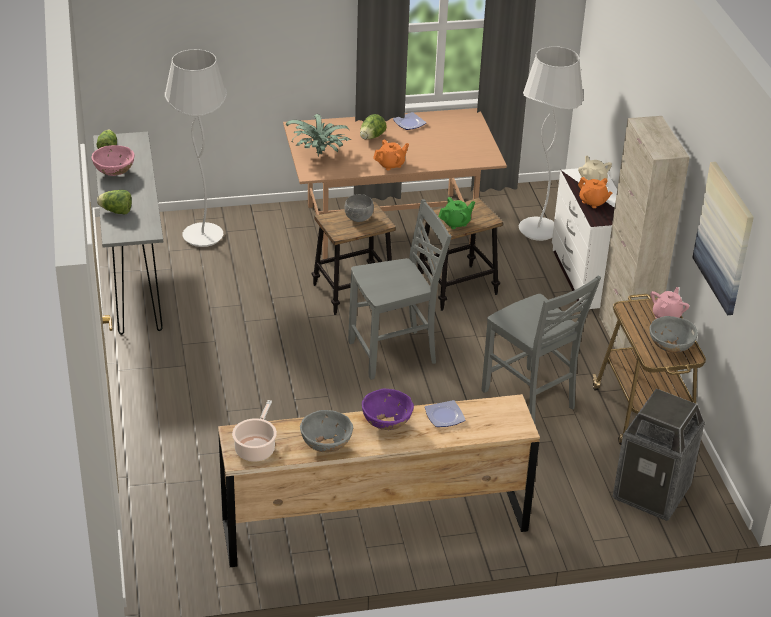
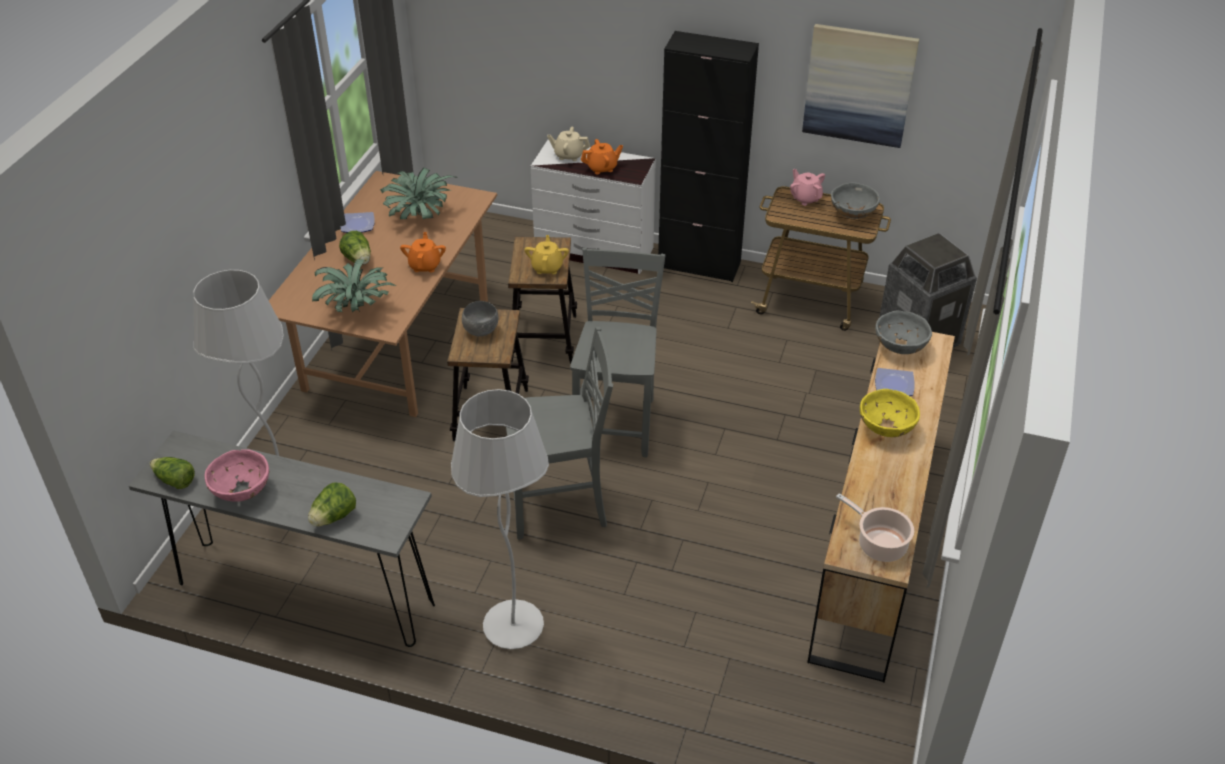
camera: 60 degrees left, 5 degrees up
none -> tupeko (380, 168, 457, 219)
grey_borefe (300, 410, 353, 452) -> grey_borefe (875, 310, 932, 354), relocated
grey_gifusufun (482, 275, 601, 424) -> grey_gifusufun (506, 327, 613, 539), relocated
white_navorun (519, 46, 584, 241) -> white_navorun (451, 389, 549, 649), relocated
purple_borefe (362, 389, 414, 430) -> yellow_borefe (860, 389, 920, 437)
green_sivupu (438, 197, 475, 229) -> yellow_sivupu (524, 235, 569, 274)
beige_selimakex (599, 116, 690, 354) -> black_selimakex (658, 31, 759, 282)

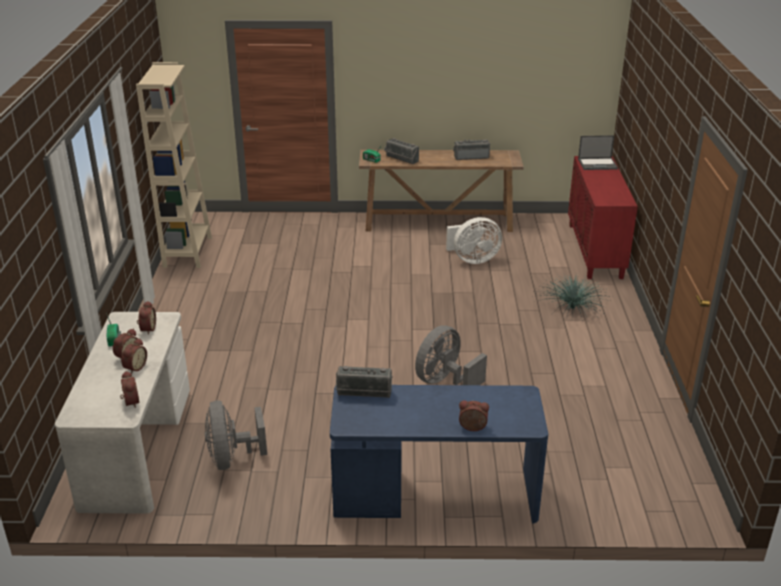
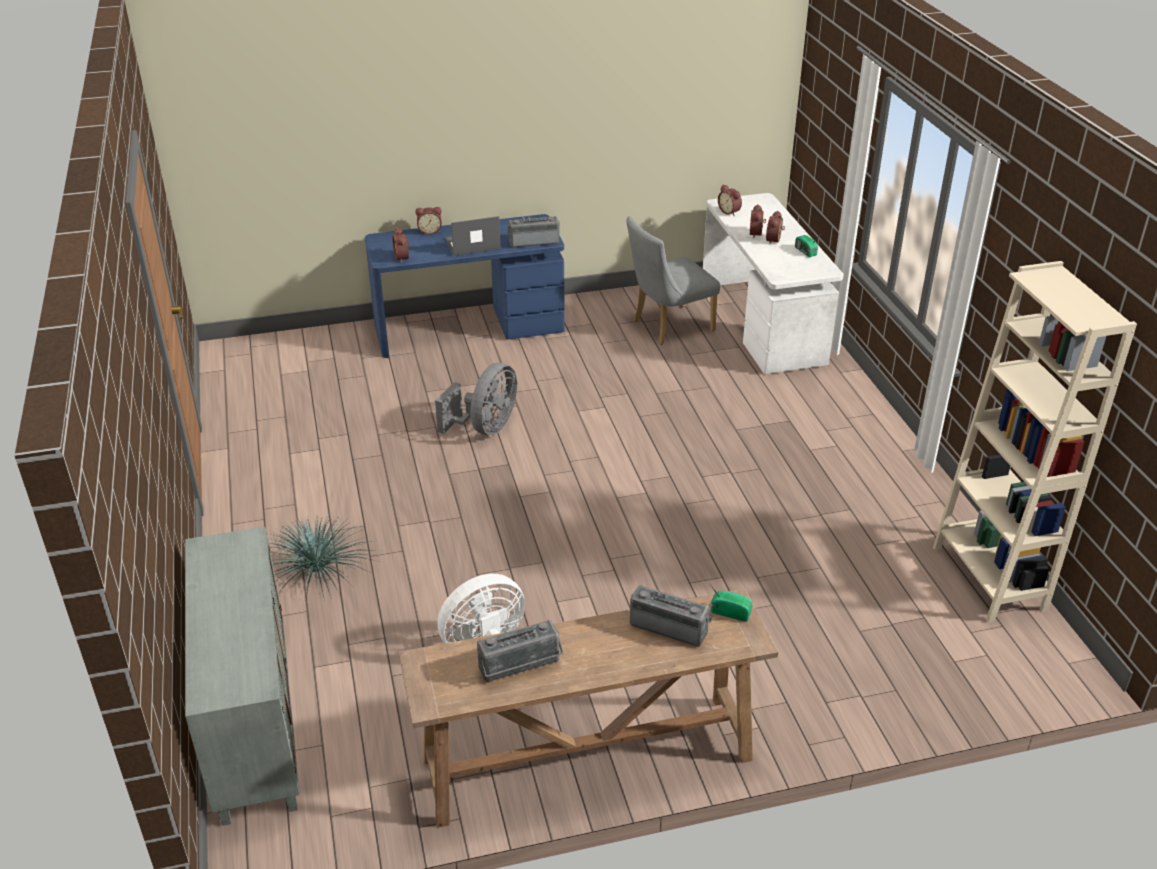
camera: 165 degrees right, 5 degrees up
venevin (137, 301, 156, 335) -> venevin (392, 228, 409, 263), relocated
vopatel (578, 135, 618, 170) -> vopatel (445, 216, 501, 256), relocated
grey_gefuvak (205, 401, 267, 470) -> grey_gifusufun (626, 216, 720, 345)
red_selimakex (568, 156, 638, 279) -> grey_selimakex (185, 527, 299, 826)

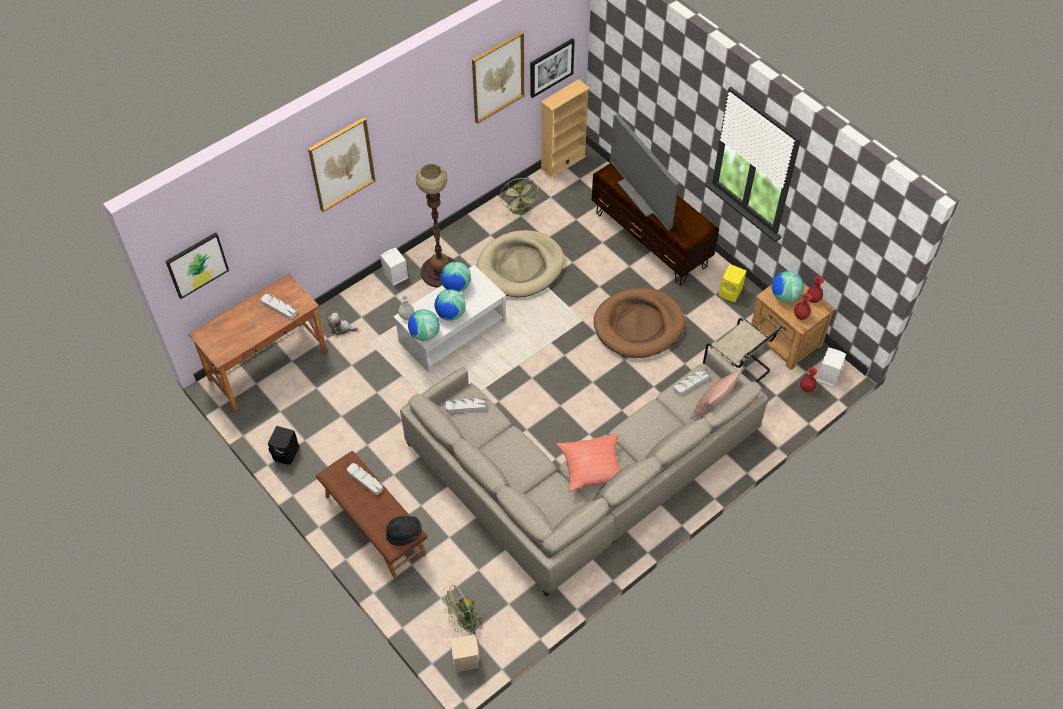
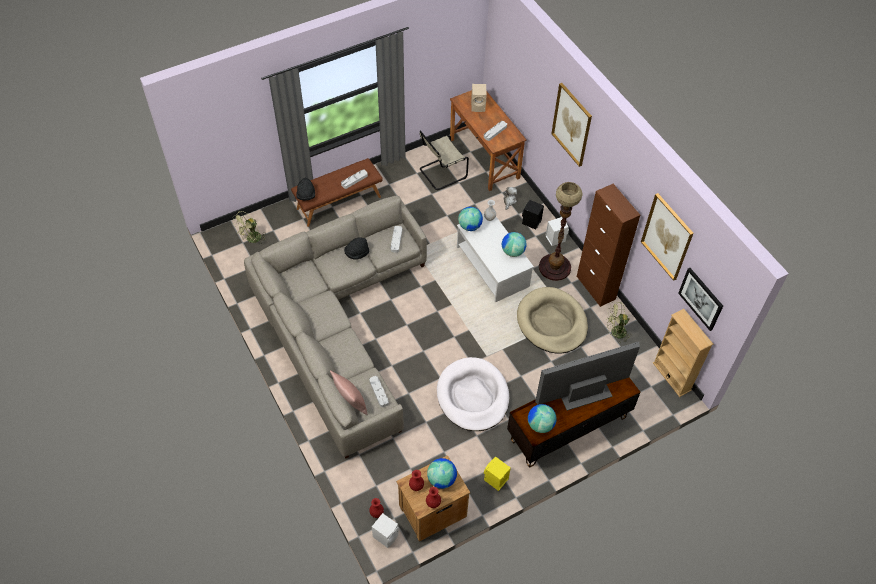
camera: 100 degrees right, 0 degrees up
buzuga (166, 232, 229, 299) -> none
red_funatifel (557, 434, 621, 492) -> none
none -> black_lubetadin (344, 237, 369, 260)
none -> brown_selimakex (577, 184, 640, 307)
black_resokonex (268, 426, 299, 465) -> black_resokonex (522, 200, 544, 230), relocated
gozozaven (435, 289, 466, 321) -> gozozaven (528, 404, 557, 433), relocated
beige_resokonex (450, 634, 480, 672) -> beige_resokonex (471, 84, 487, 112), relocated
beige_gifusufun (703, 318, 782, 382) -> beige_gifusufun (419, 130, 469, 190), relocated
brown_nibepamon (594, 288, 685, 358) -> white_nibepamon (437, 357, 509, 431)
green_gefuvak (441, 585, 486, 635) -> green_gefuvak (233, 211, 266, 244), 120 degrees counterclockwise

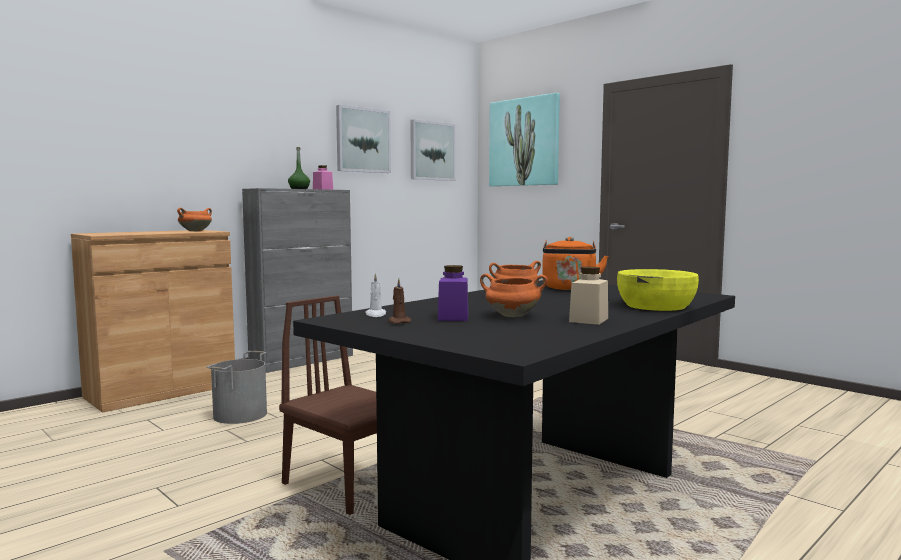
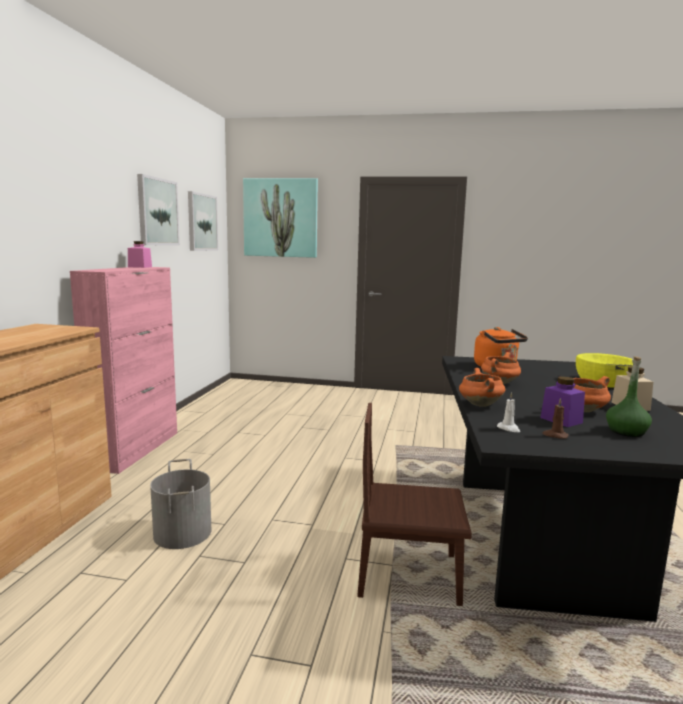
camera: 35 degrees left, 5 degrees up
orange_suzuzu (177, 208, 212, 231) -> orange_suzuzu (459, 368, 505, 407), relocated
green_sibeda (288, 147, 310, 189) -> green_sibeda (606, 356, 652, 437), relocated
grey_selimakex (242, 188, 353, 373) -> pink_selimakex (70, 267, 177, 474)

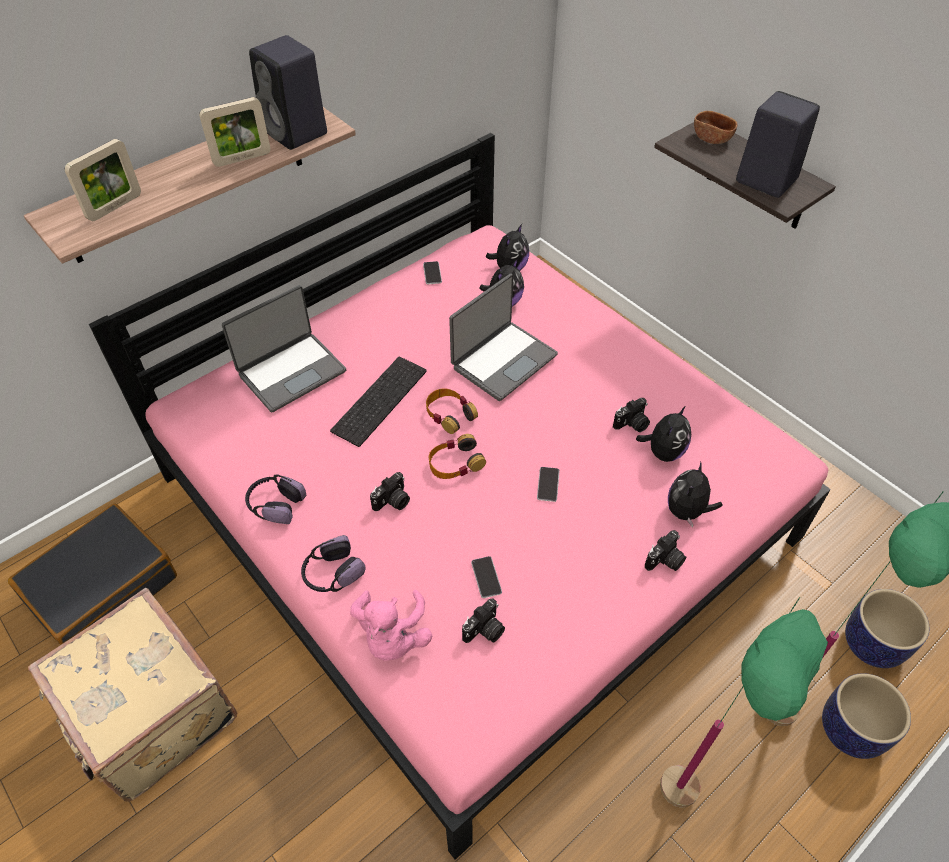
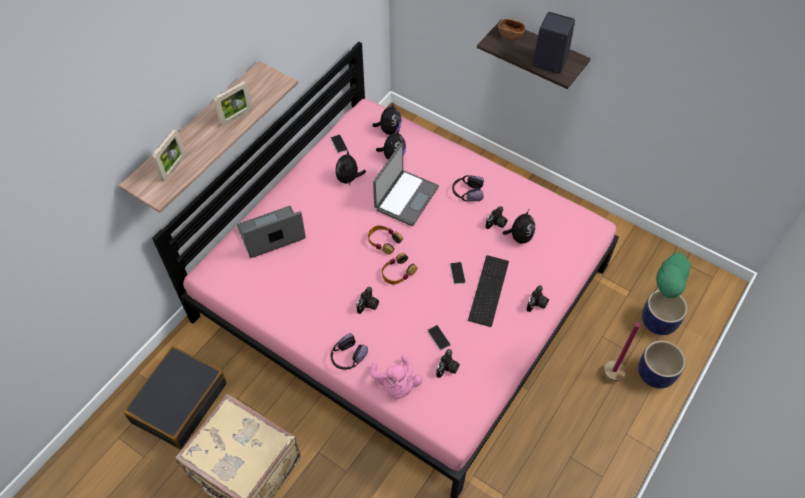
camera: 15 degrees left, 5 degrees up
black_resokonex (249, 35, 327, 150) -> none
green_navorun (660, 597, 828, 808) -> none
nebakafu (245, 474, 306, 524) -> nebakafu (452, 175, 484, 201), relocated
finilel (330, 357, 427, 447) -> finilel (468, 255, 509, 327), relocated
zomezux (668, 462, 723, 528) -> zomezux (335, 150, 366, 186), relocated
vopatel (222, 285, 346, 412) -> vopatel (237, 206, 306, 258), 150 degrees counterclockwise

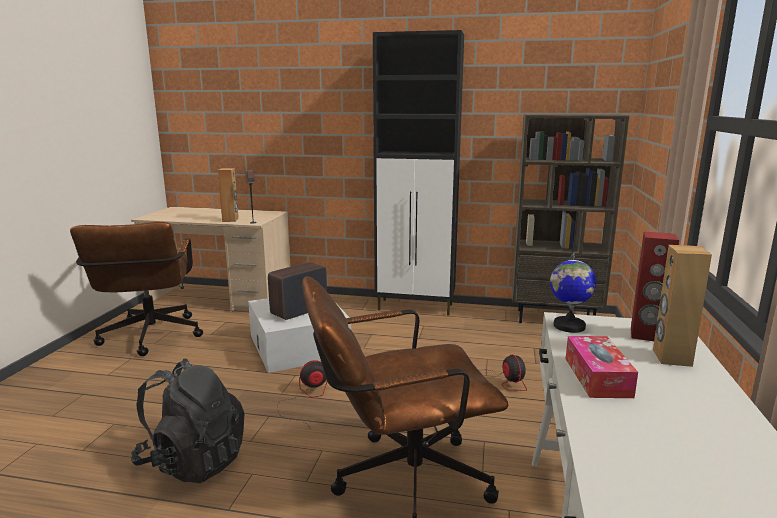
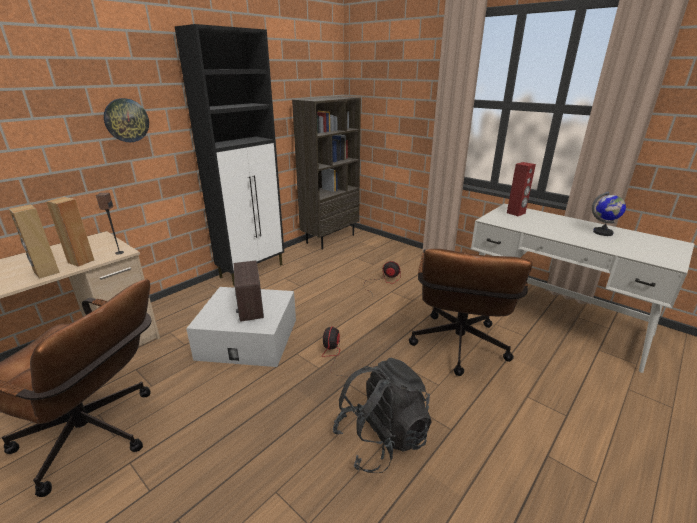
camera: 60 degrees left, 10 degrees up
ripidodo (566, 336, 638, 398) -> none
none -> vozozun (104, 98, 149, 142)
gozozaven (550, 252, 597, 333) -> gozozaven (592, 191, 626, 236), relocated
brown_resokonex (653, 245, 712, 367) -> brown_resokonex (9, 204, 60, 279), relocated

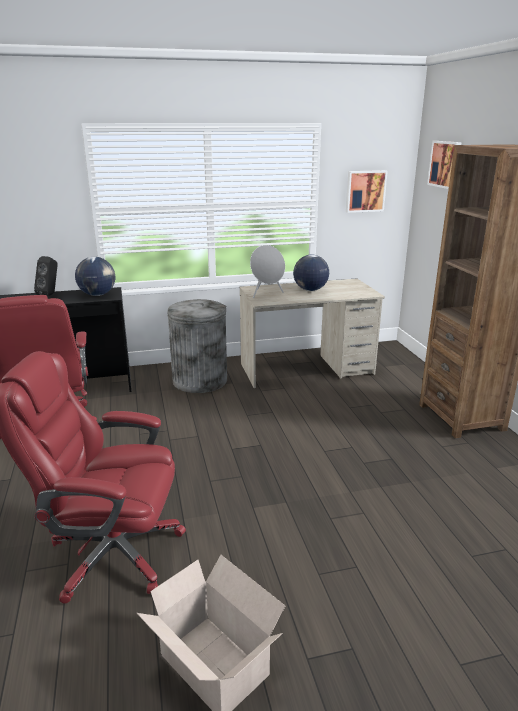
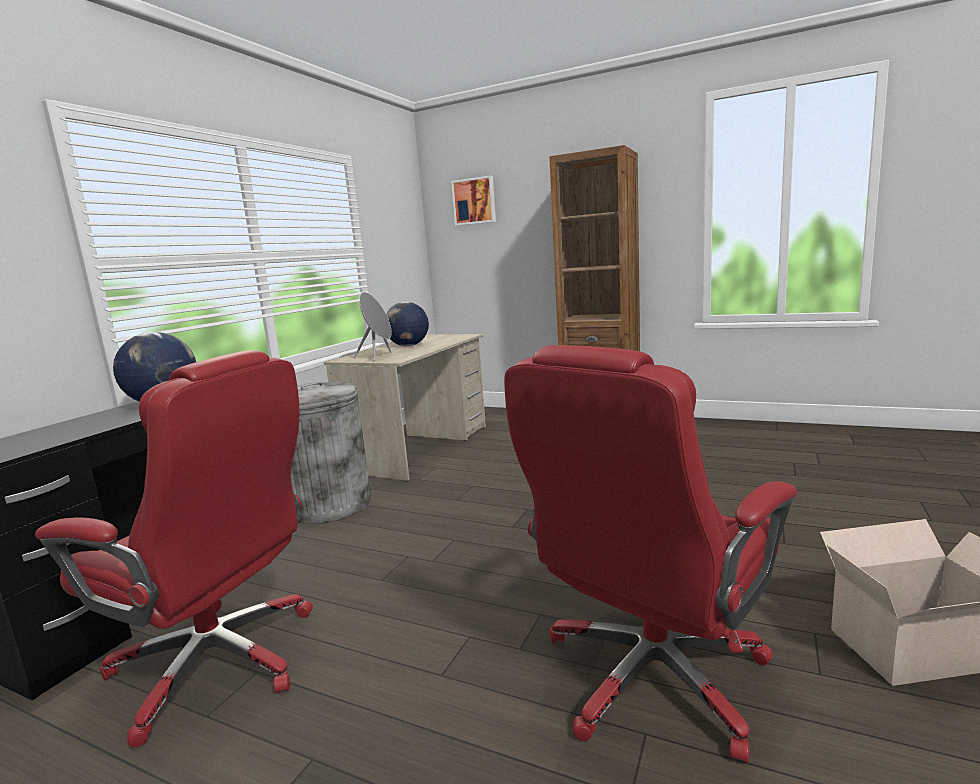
camera: 50 degrees left, 10 degrees down
black_resokonex (34, 256, 58, 296) -> none
buzuga (346, 170, 388, 213) -> none

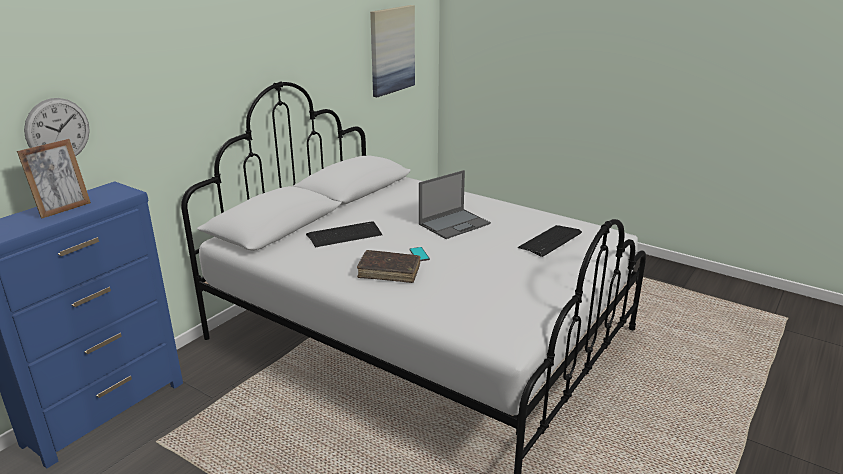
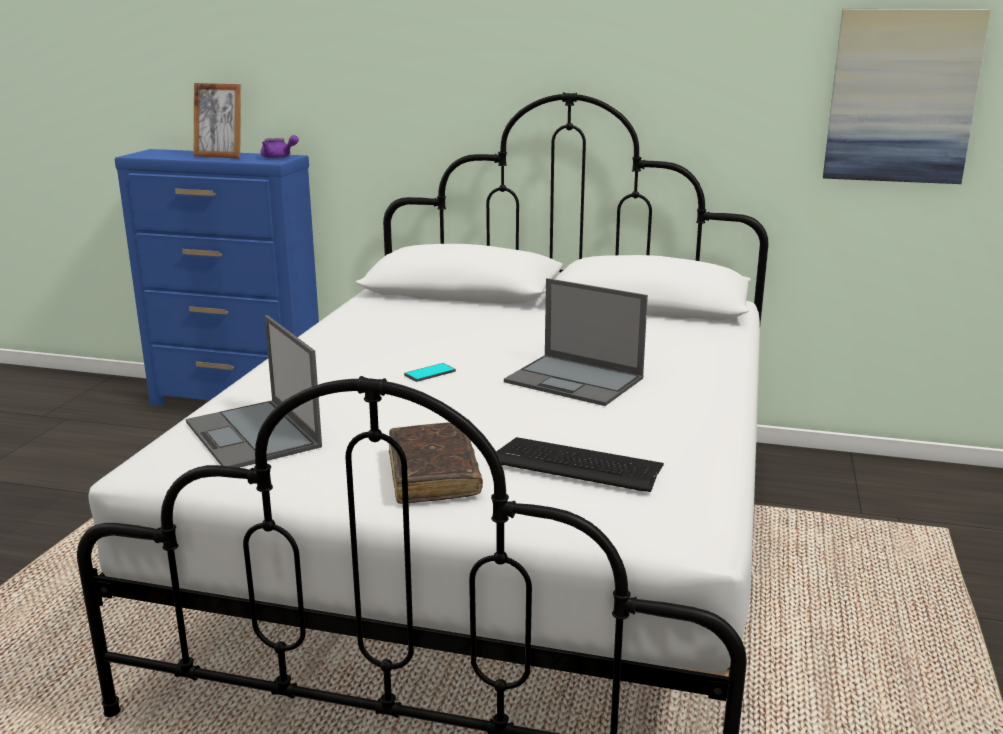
camera: 70 degrees right, 5 degrees down
vozozun (24, 98, 90, 157) -> none
finilel (306, 221, 382, 247) -> none
none -> vopatel (186, 315, 322, 468)
none -> purple_sivupu (261, 135, 299, 158)
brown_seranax (357, 250, 421, 283) -> brown_seranax (389, 422, 483, 504), relocated

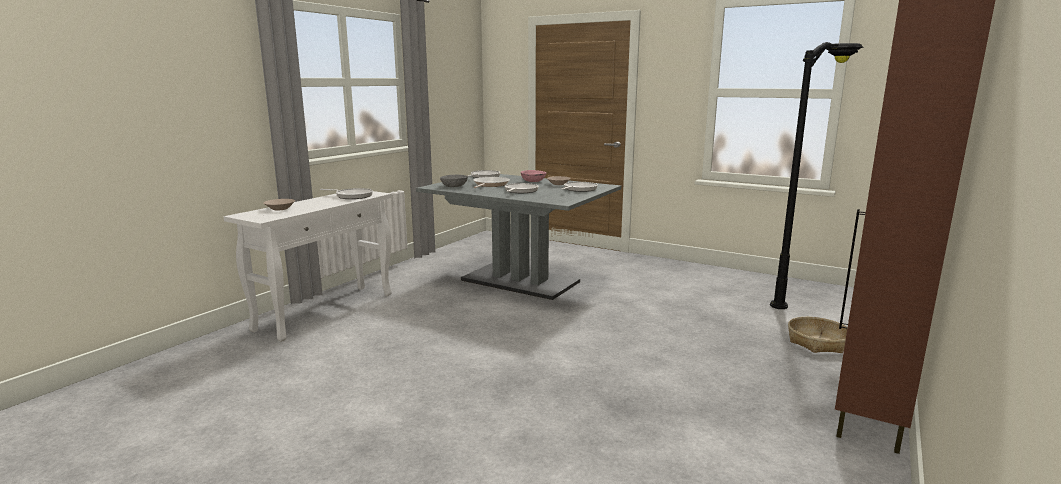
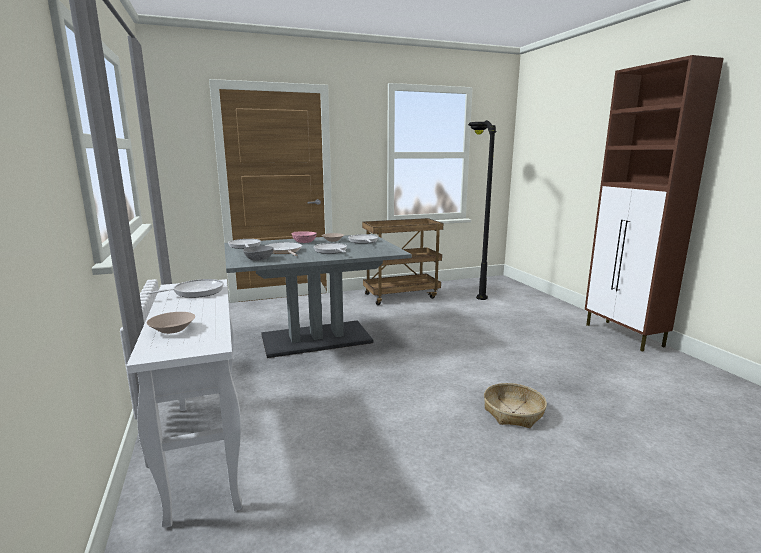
camera: 50 degrees left, 0 degrees up
none -> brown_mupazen (362, 218, 443, 305)
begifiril (788, 317, 847, 353) -> begifiril (484, 383, 547, 428), relocated

